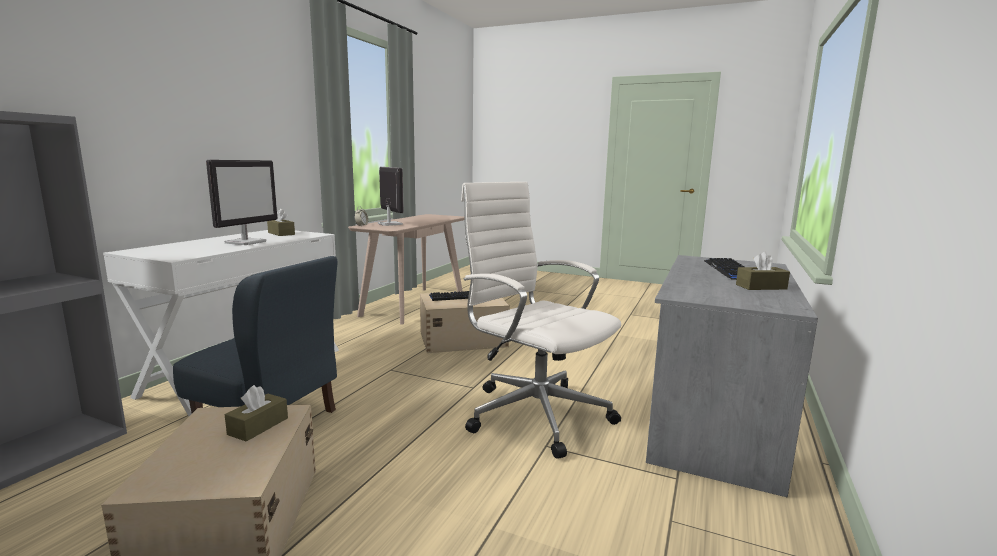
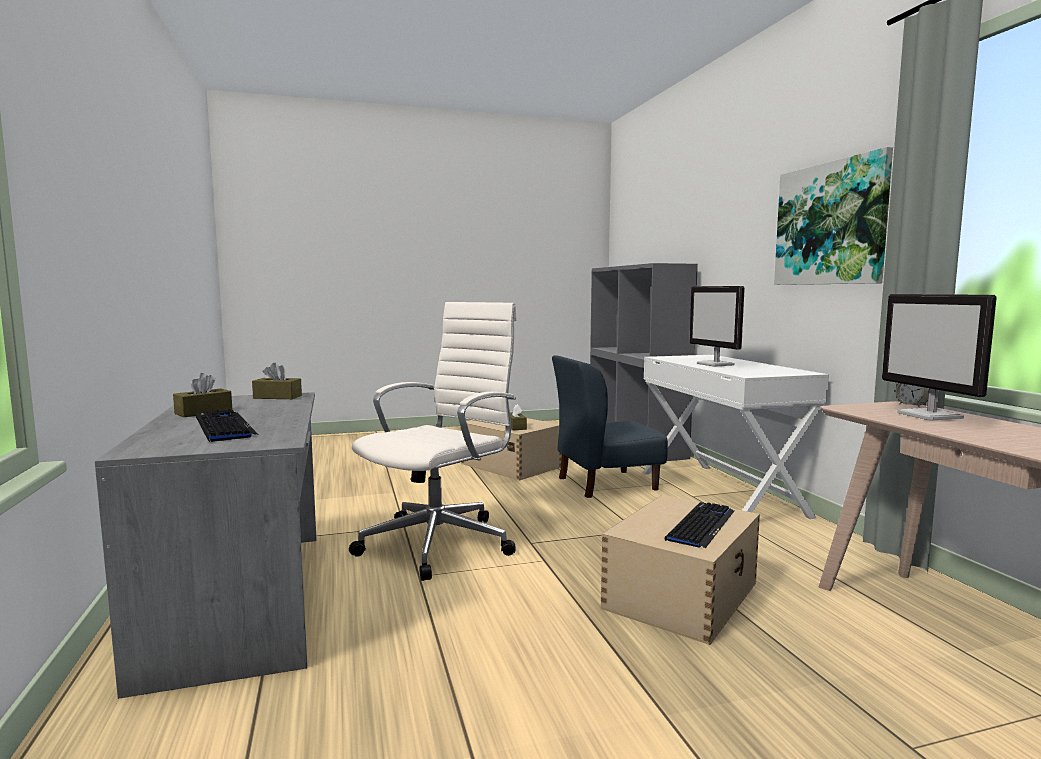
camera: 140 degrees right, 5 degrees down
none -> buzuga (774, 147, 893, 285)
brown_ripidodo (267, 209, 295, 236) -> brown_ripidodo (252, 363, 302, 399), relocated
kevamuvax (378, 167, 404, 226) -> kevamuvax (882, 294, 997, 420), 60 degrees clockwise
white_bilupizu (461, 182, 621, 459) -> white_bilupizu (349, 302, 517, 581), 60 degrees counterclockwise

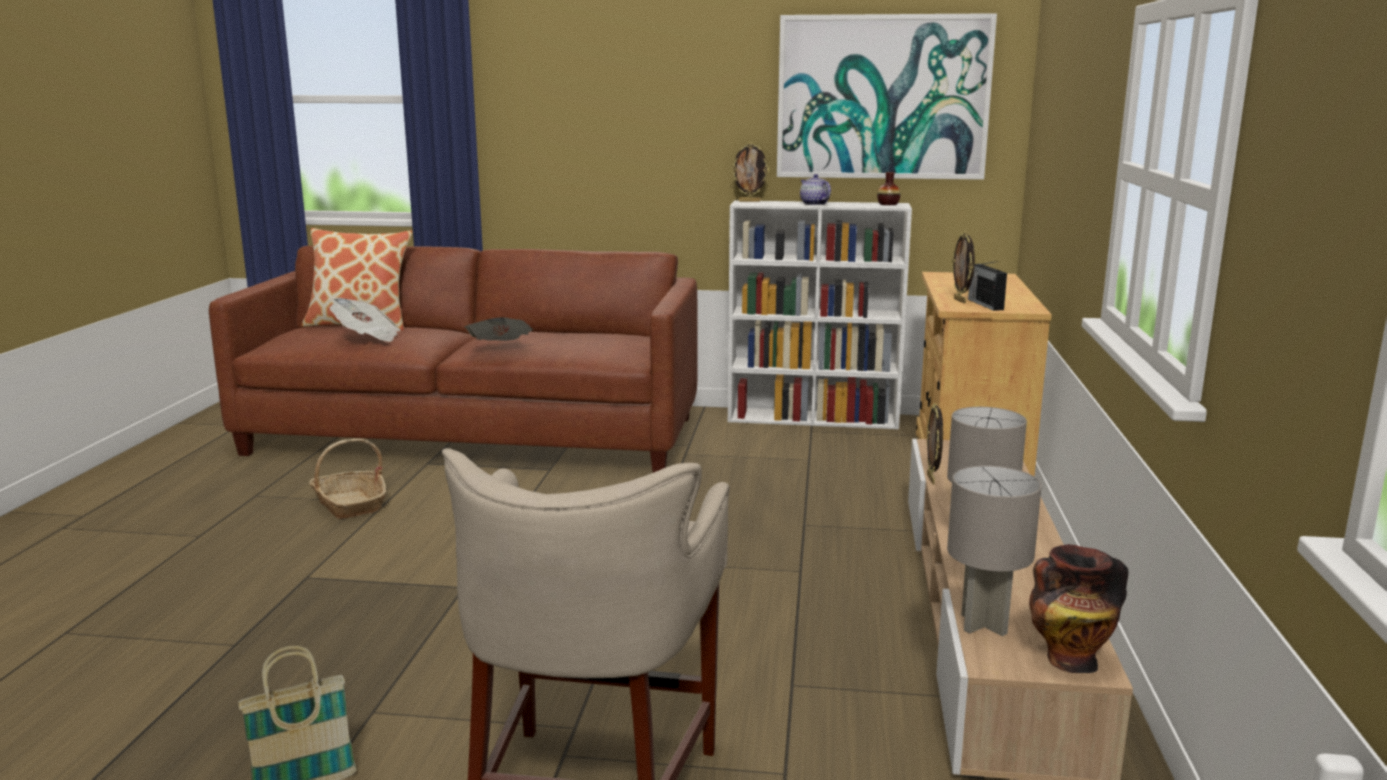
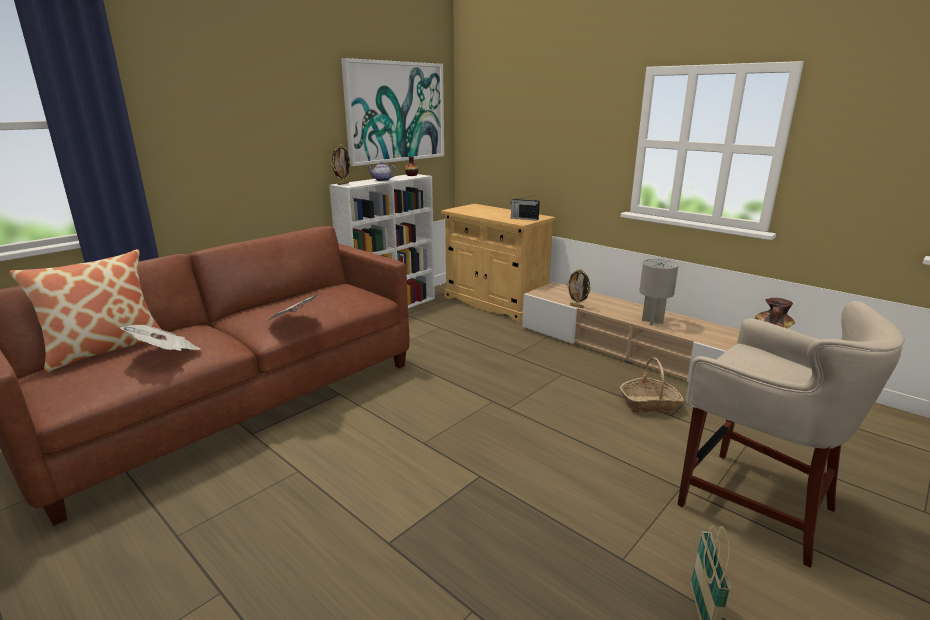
camera: 55 degrees left, 5 degrees up
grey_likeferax (947, 465, 1042, 636) -> none
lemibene (952, 231, 975, 304) -> none
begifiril (309, 439, 386, 519) -> begifiril (620, 357, 684, 413), relocated

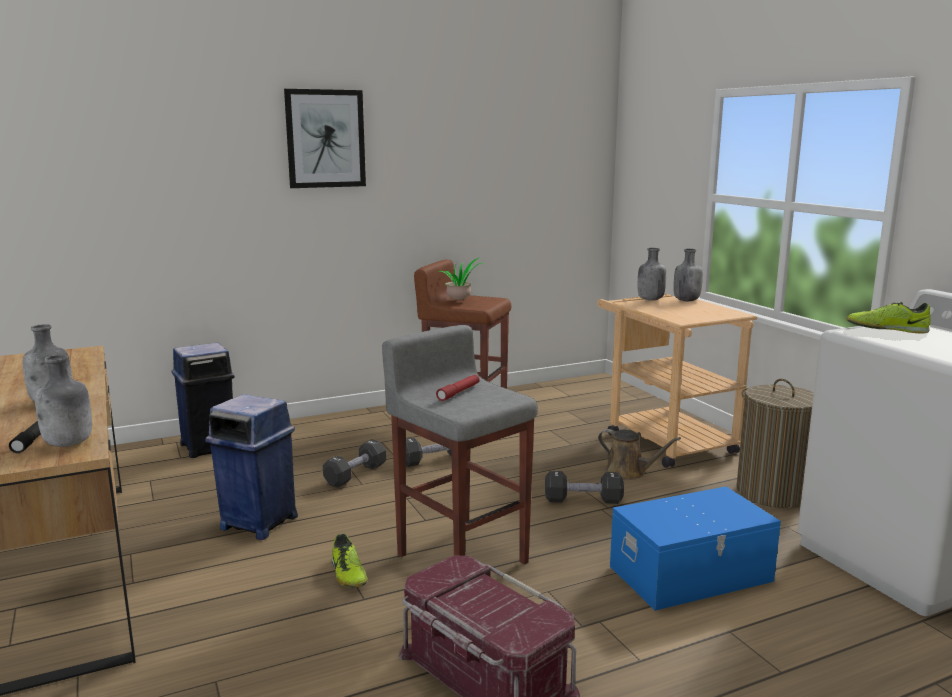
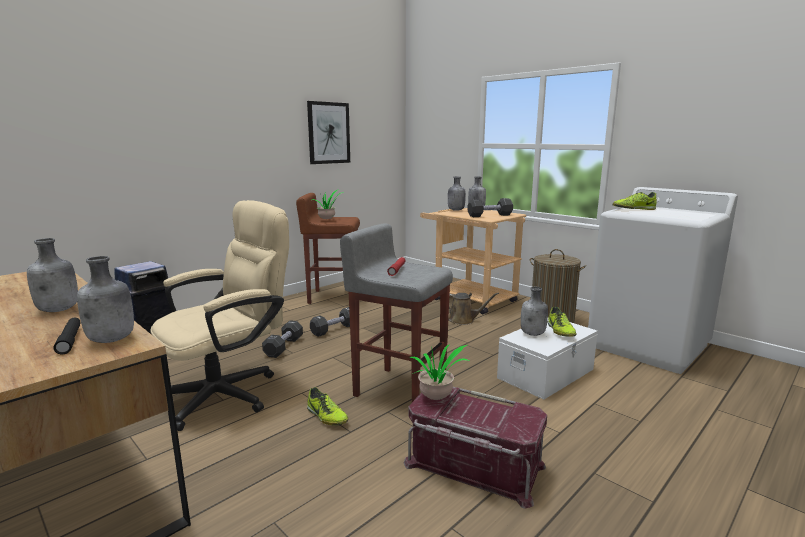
camera: 20 degrees left, 0 degrees up
none -> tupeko (410, 344, 470, 400)
none -> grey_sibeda (521, 287, 548, 336)
none -> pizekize (547, 307, 576, 337)
buzuga (284, 89, 366, 188) -> buzuga (307, 101, 350, 164), relocated
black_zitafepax (545, 471, 624, 504) -> black_zitafepax (467, 198, 513, 217), relocated
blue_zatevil (205, 394, 298, 540) -> beige_bilupizu (150, 200, 289, 431)
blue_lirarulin (610, 487, 781, 611) -> white_lirarulin (497, 320, 598, 400)

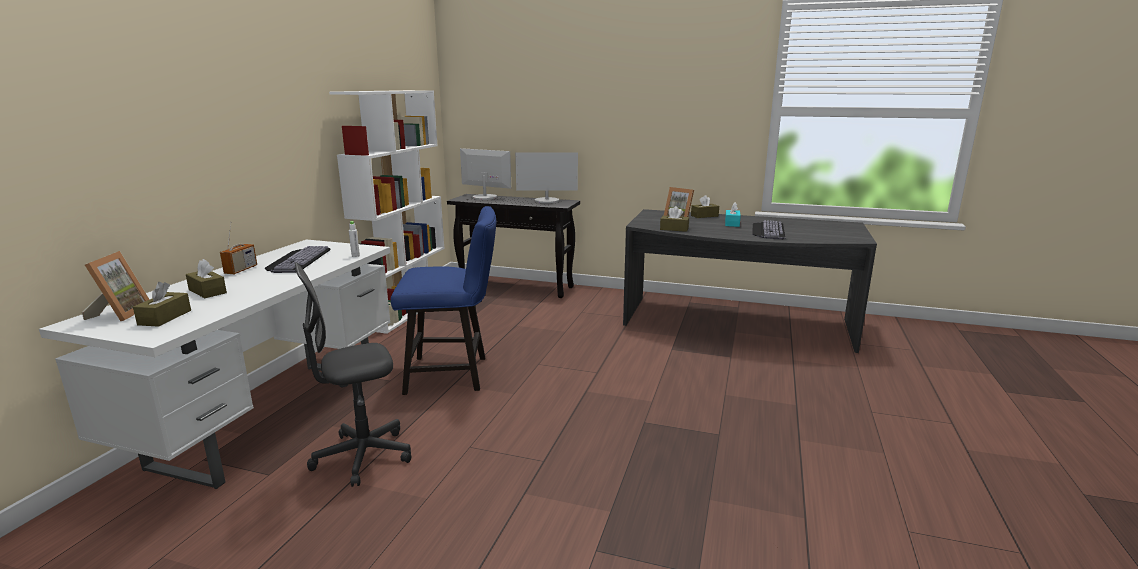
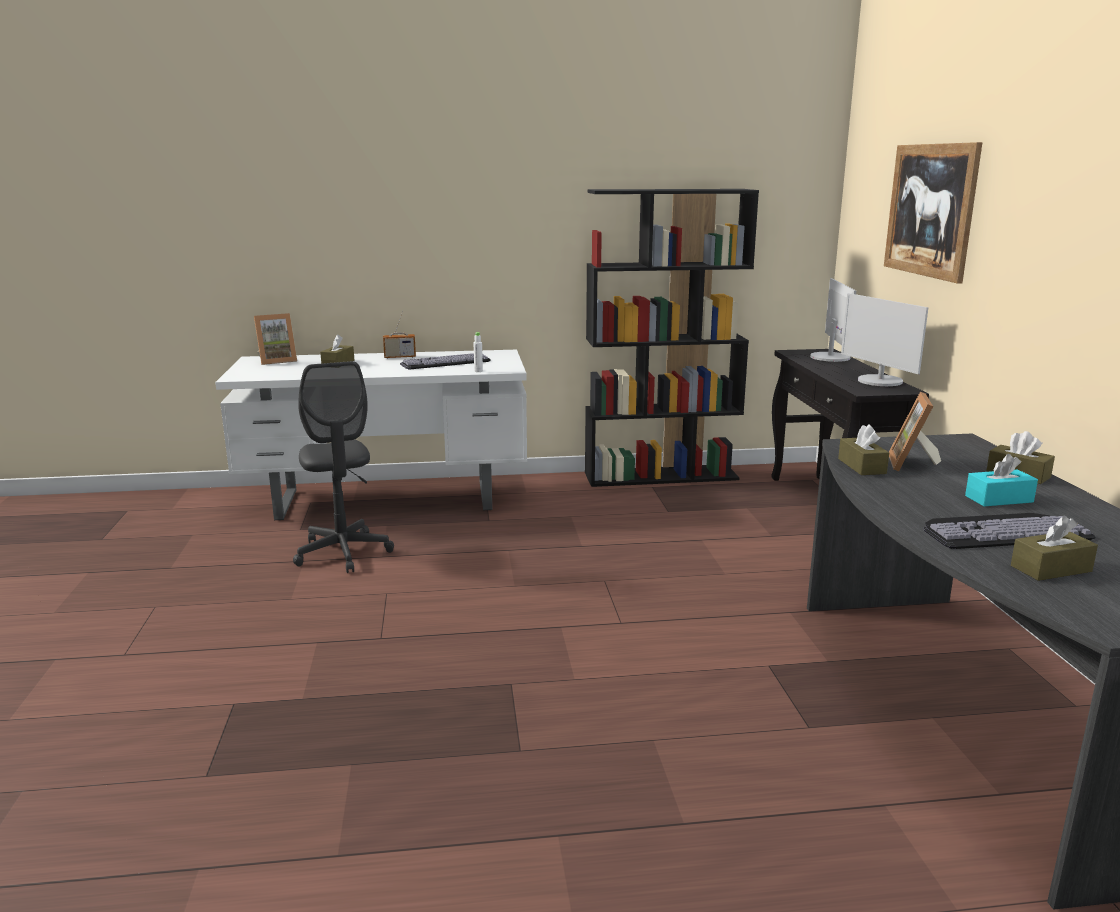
camera: 65 degrees right, 0 degrees up
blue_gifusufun (391, 206, 496, 395) -> none
none -> buzuga (884, 142, 982, 284)
brown_ripidodo (133, 282, 191, 327) -> brown_ripidodo (1011, 516, 1098, 581), relocated
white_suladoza (329, 90, 444, 334) -> black_suladoza (585, 189, 759, 487)
grey_bilupizu (294, 262, 411, 487) -> grey_bilupizu (293, 361, 394, 573), 150 degrees counterclockwise

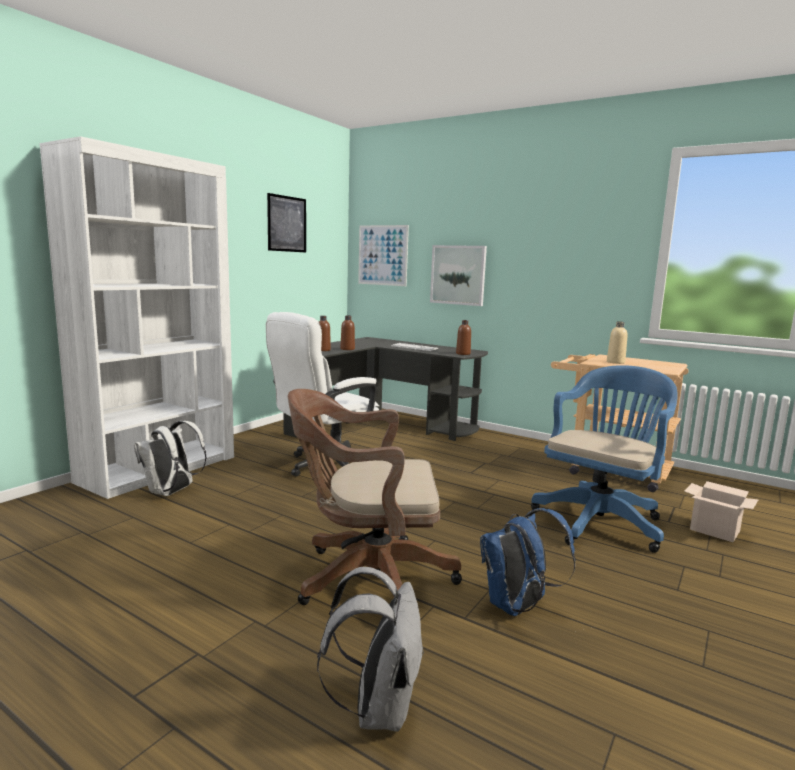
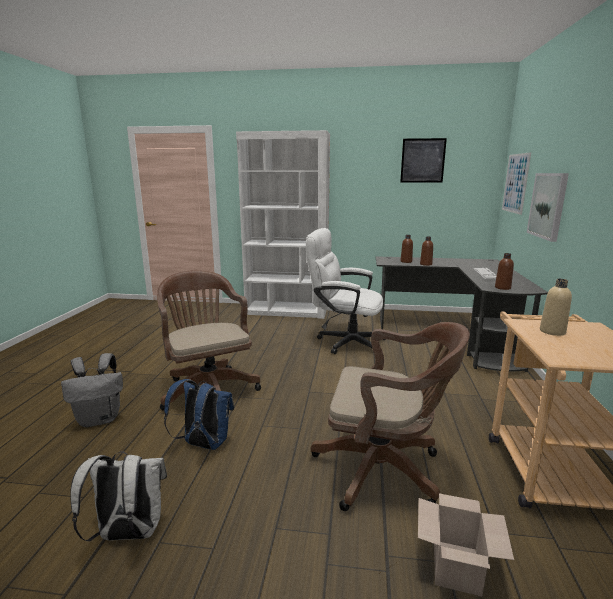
camera: 65 degrees right, 5 degrees up
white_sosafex (134, 421, 207, 496) -> white_sosafex (70, 452, 167, 541), relocated
blue_bilupizu (531, 365, 678, 553) -> brown_bilupizu (311, 322, 470, 511)

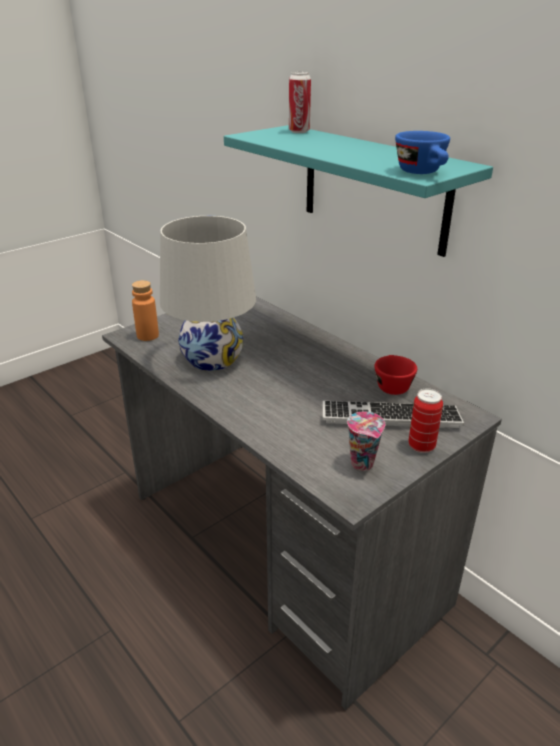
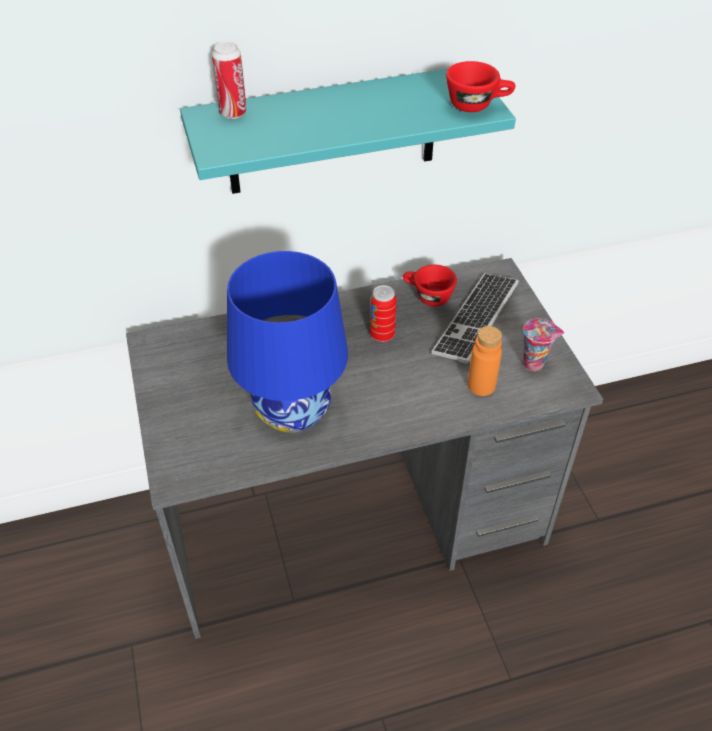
camera: 65 degrees left, 15 degrees up
orange_sibeda (132, 280, 159, 341) -> orange_sibeda (468, 326, 502, 396), relocated
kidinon (408, 388, 443, 453) -> kidinon (370, 285, 397, 342), relocated
white_likeferax (160, 216, 256, 371) -> blue_likeferax (227, 251, 348, 433)
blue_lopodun (395, 131, 450, 174) -> red_lopodun (446, 61, 515, 112)

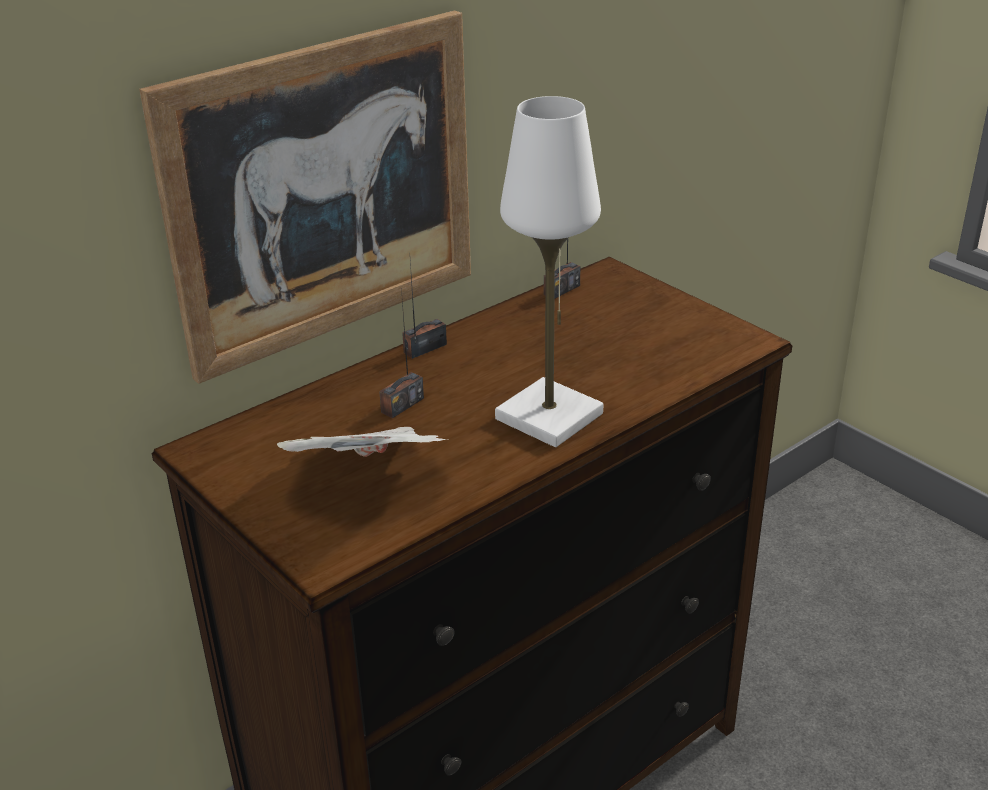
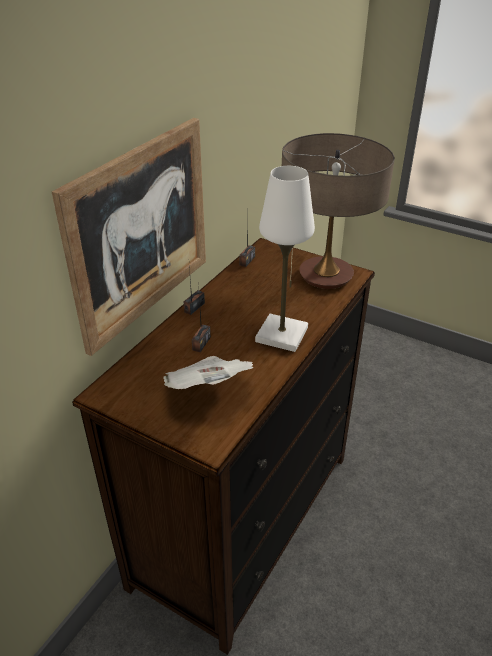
camera: 20 degrees left, 5 degrees up
none -> likeferax (282, 133, 395, 289)

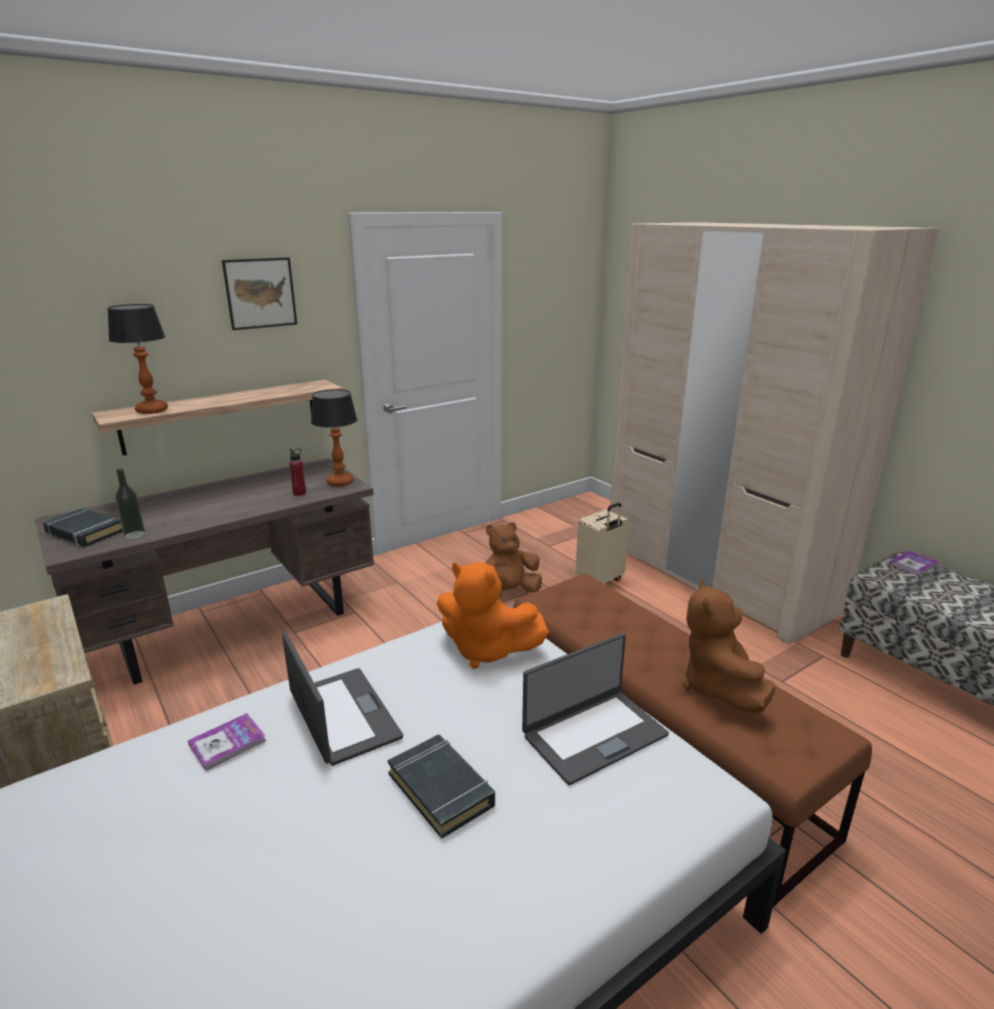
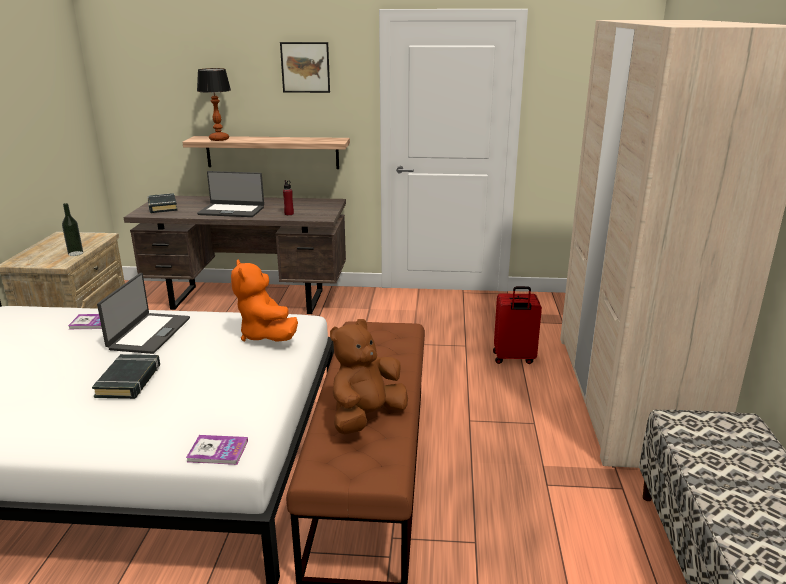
camera: 40 degrees right, 0 degrees up
likeferax (311, 389, 357, 487) -> none
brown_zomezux (486, 522, 542, 596) -> none
sibeda (115, 468, 145, 539) -> sibeda (62, 203, 83, 256), relocated
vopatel (522, 633, 669, 785) -> vopatel (197, 171, 264, 217), relocated
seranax (889, 550, 939, 576) -> seranax (186, 435, 248, 465), relocated
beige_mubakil (575, 503, 629, 583) -> red_mubakil (493, 286, 542, 364)

